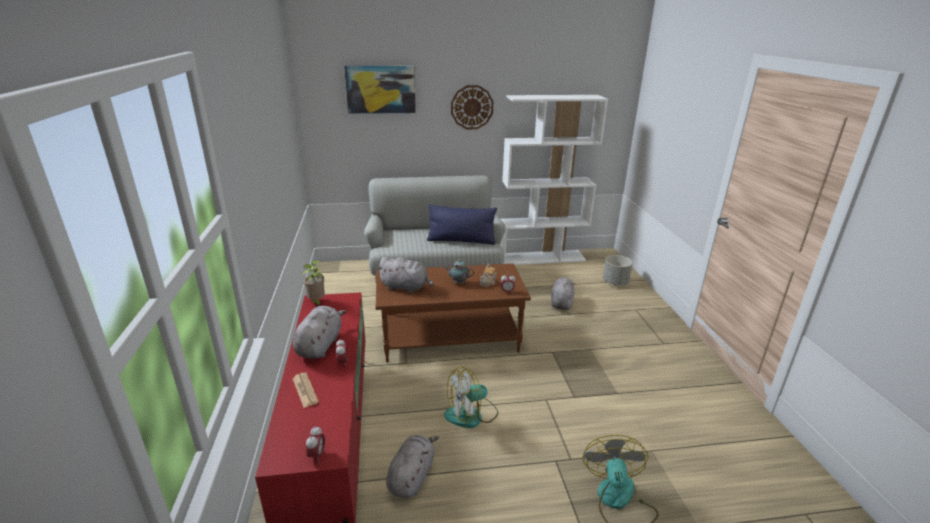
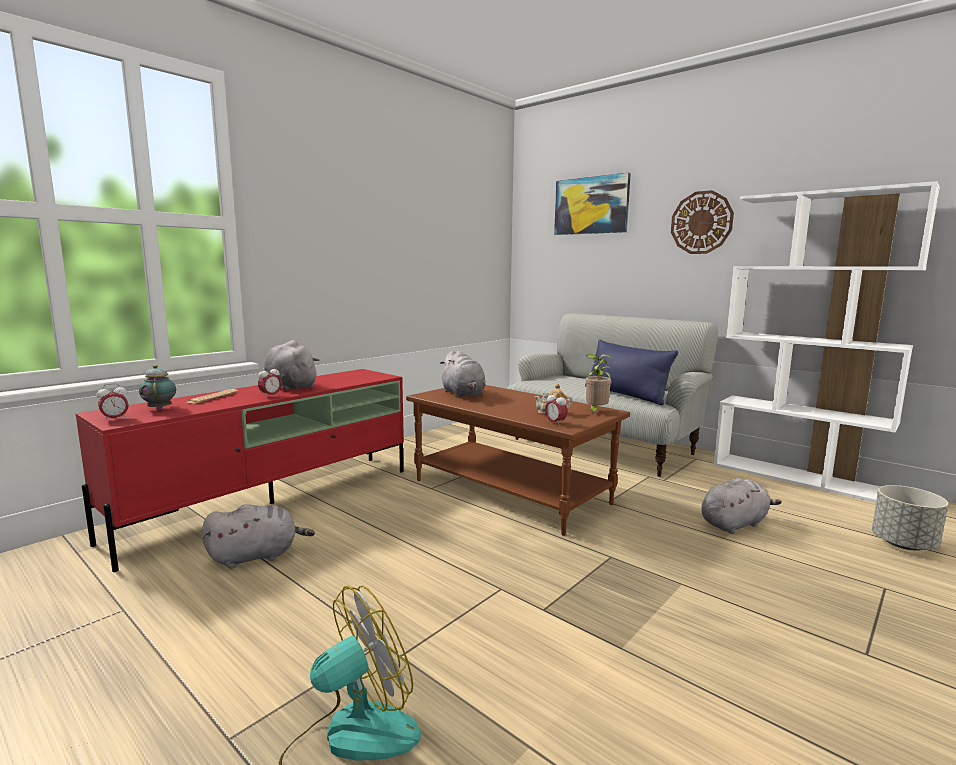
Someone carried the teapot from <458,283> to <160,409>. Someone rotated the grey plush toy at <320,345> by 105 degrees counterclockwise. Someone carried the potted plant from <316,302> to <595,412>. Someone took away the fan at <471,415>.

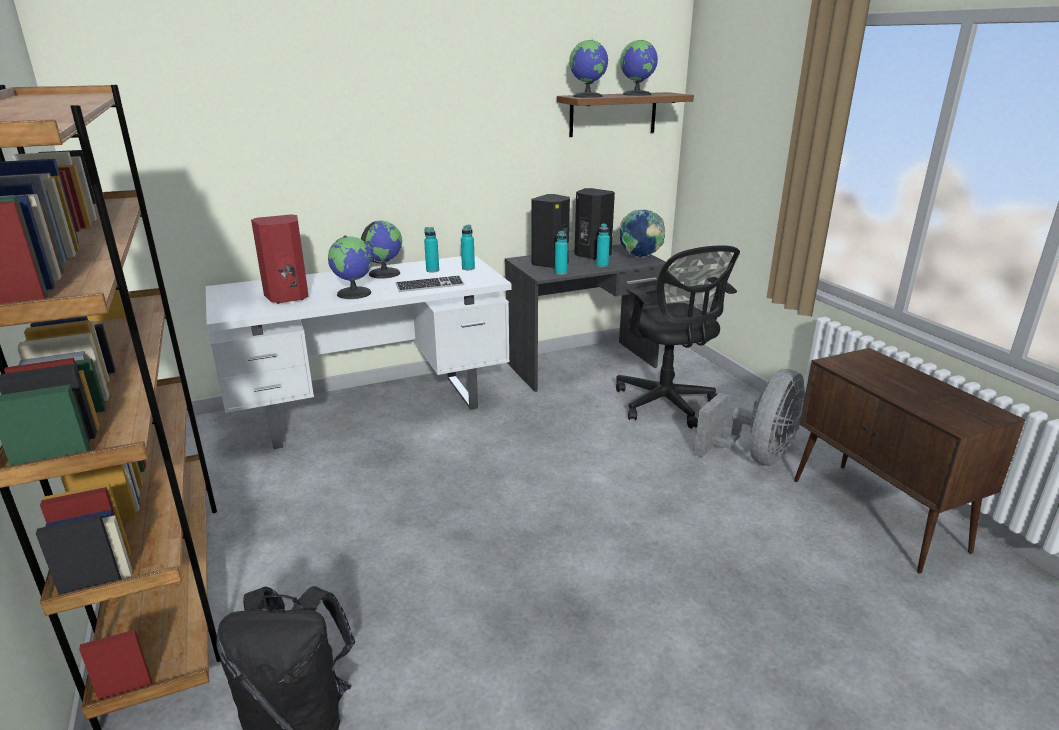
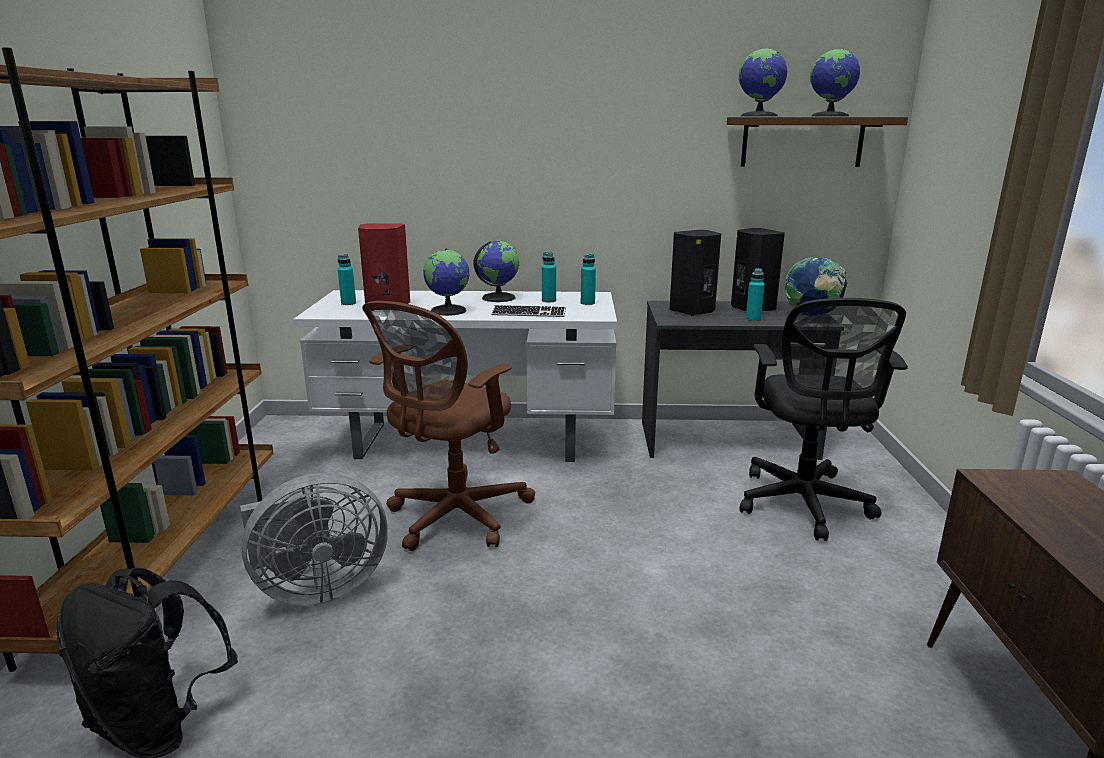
Someone carried the grey fan from <756,457> to <316,589>. Someone carried the turquoise bottle from <560,273> to <348,303>. Someone put down the brown office chair at <454,518>.

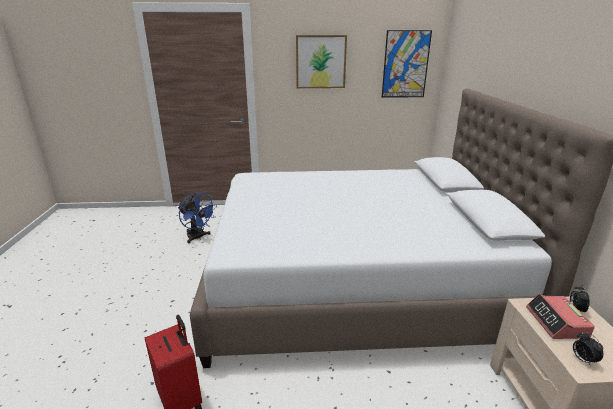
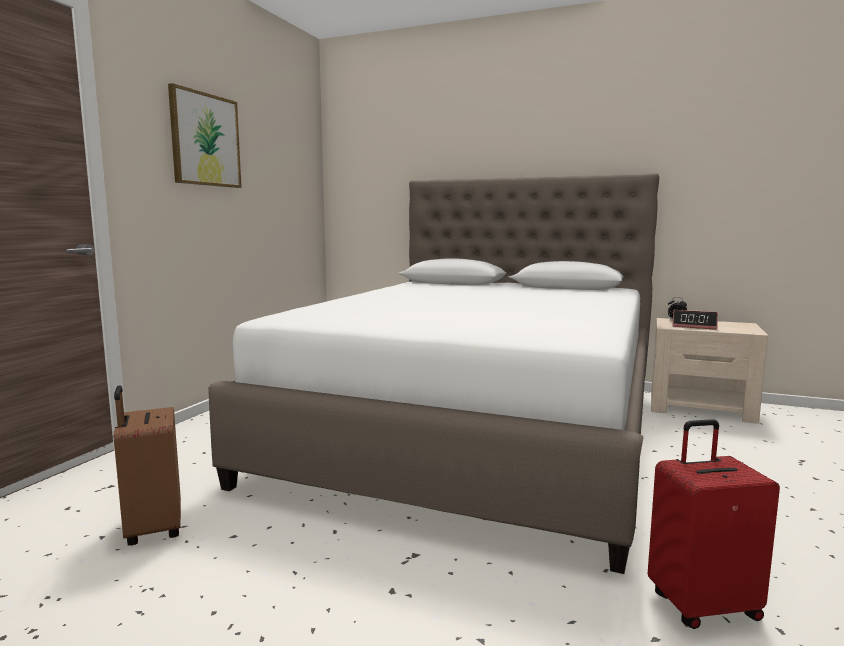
Someone swapped the blue fan at <198,237> for the brown suitcase at <152,529>. Someone took away the picture at <405,64>. Someone took away the alarm clock at <582,359>.

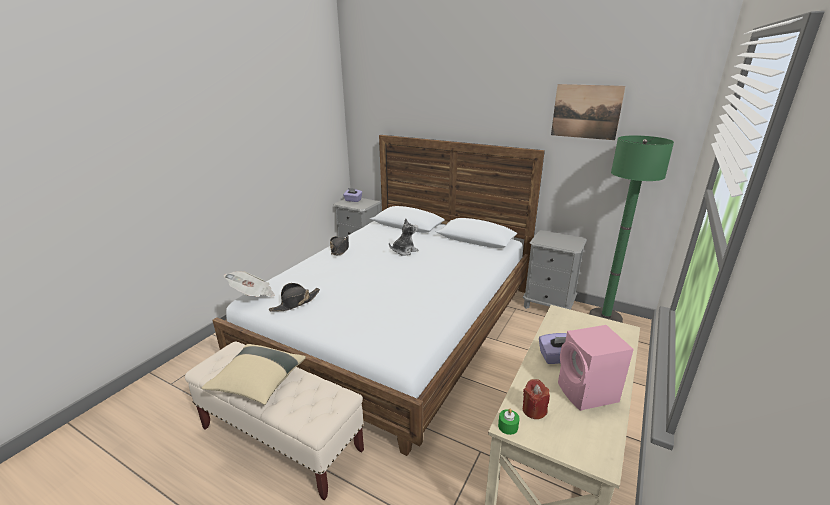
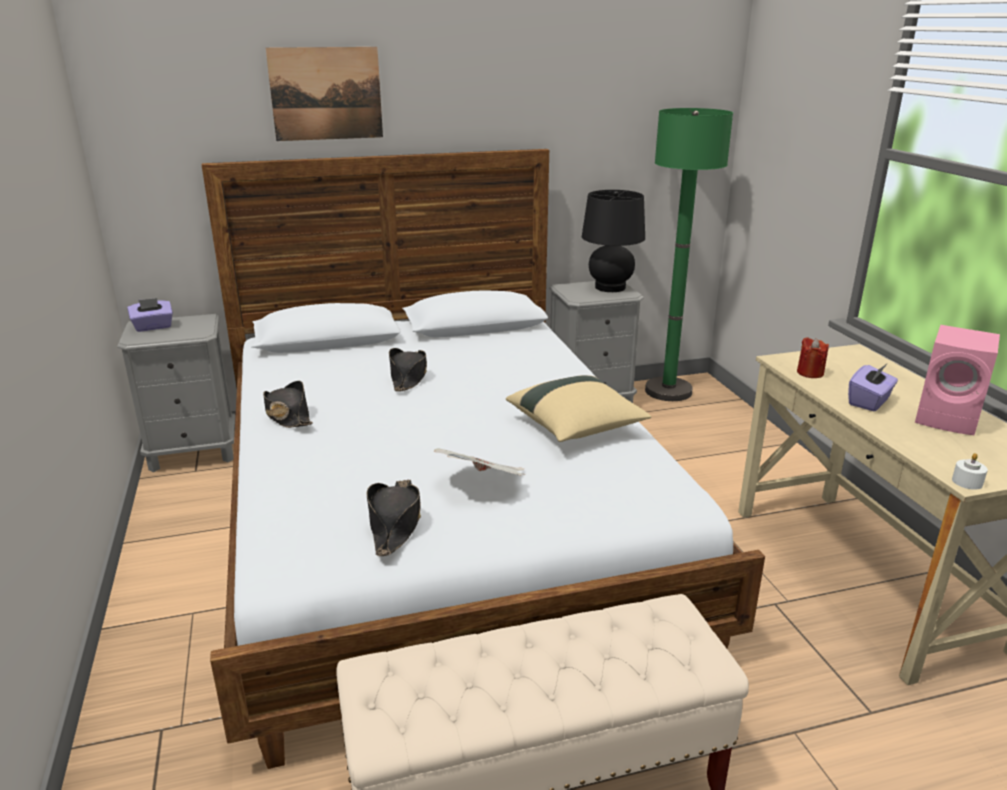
Someone carried the picture from <586,111> to <326,94>. Someone swapped the plush toy at <404,251> for the black hat at <408,377>. Someone carried the newspaper from <253,295> to <484,484>. Someone carried the beige pillow from <258,383> to <576,427>. Someone put down the black table lamp at <610,287>. Someone carried the red candle from <534,410> to <810,373>. Someone repainted the green candle at <508,426>, which became the white candle at <967,482>.

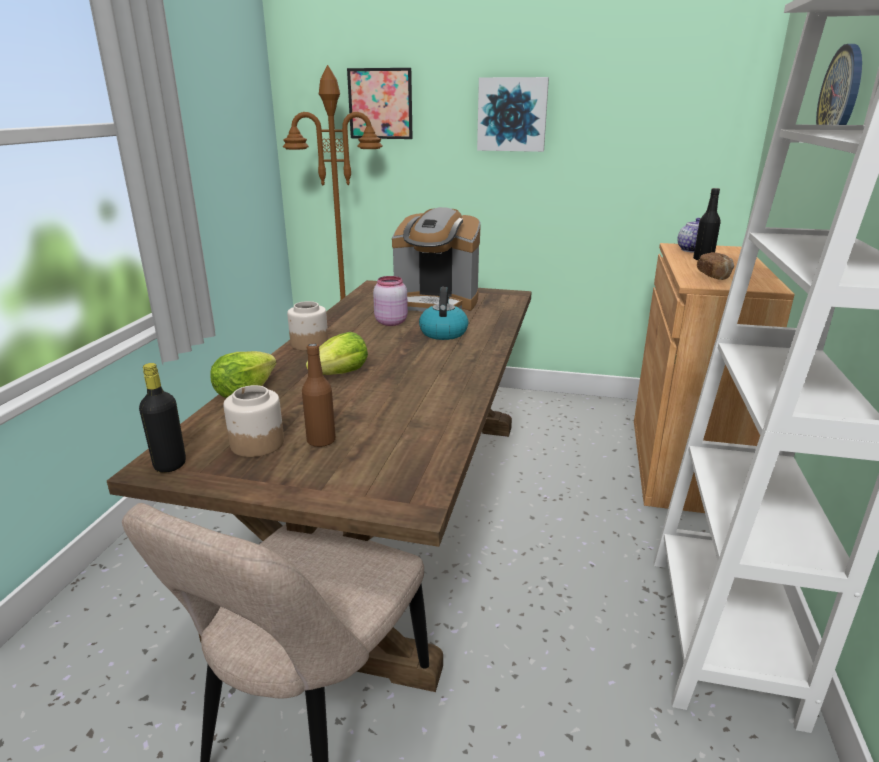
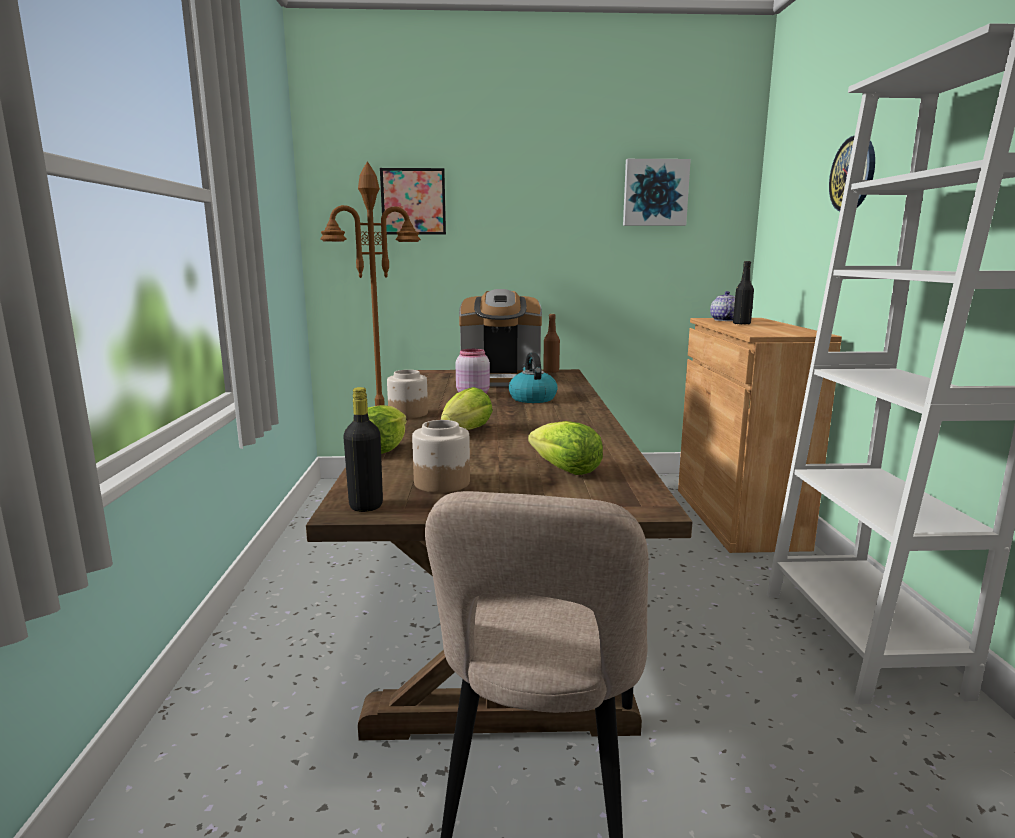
Someone put down the lettuce at <565,470>. Someone carried the brown bottle from <321,441> to <551,371>. Someone carried the picture from <512,114> to <655,193>. Someone took away the bread at <714,276>.

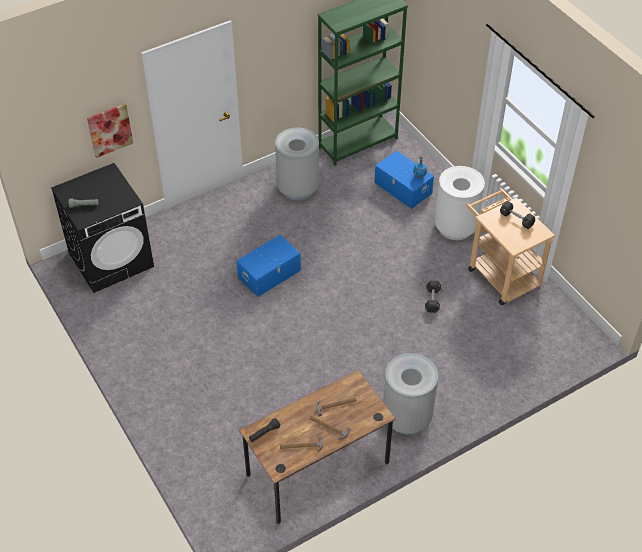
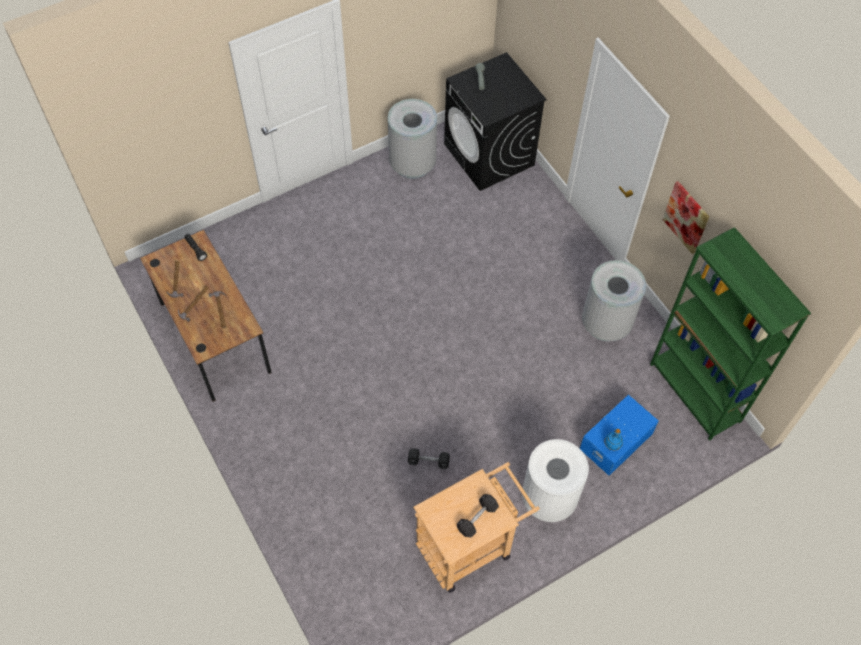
Someone carried the grey trash can from <407,417> to <412,164>. Someone carried the picture from <110,130> to <686,217>. Someone took away the blue storage box at <270,274>.

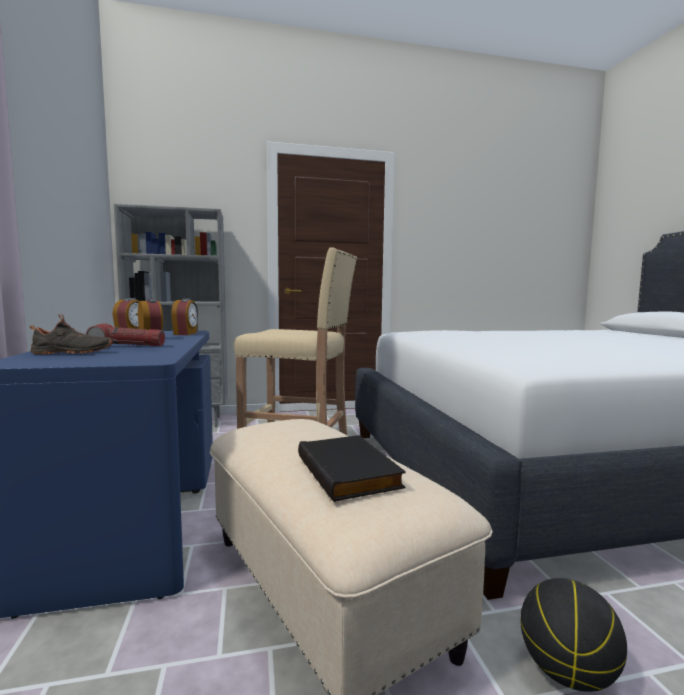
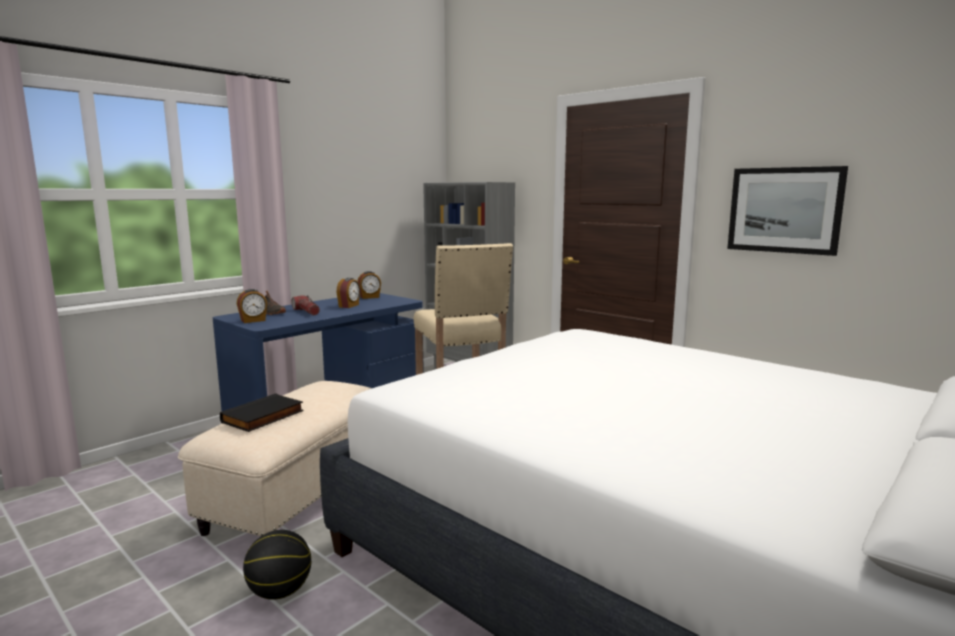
Someone carried the alarm clock from <186,334> to <253,321>. Someone put up the picture at <784,210>.

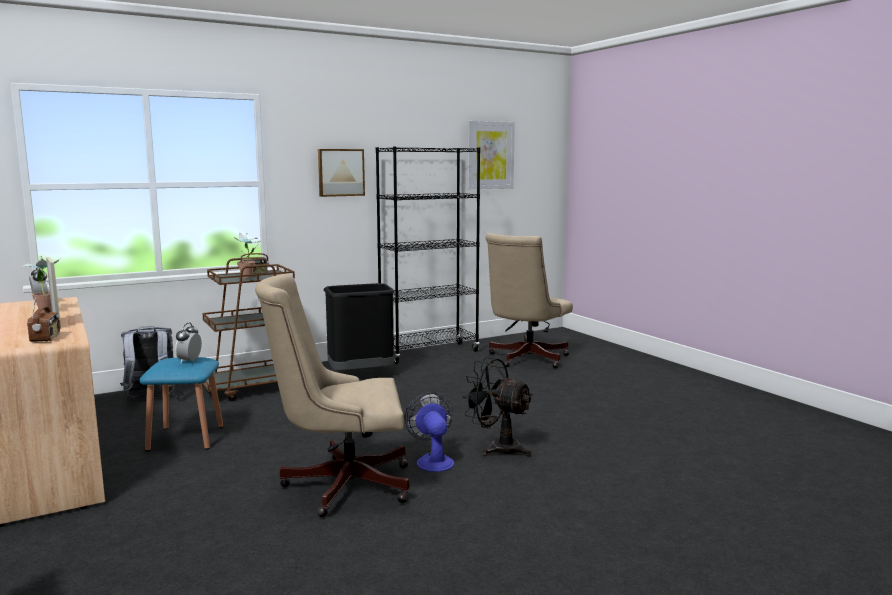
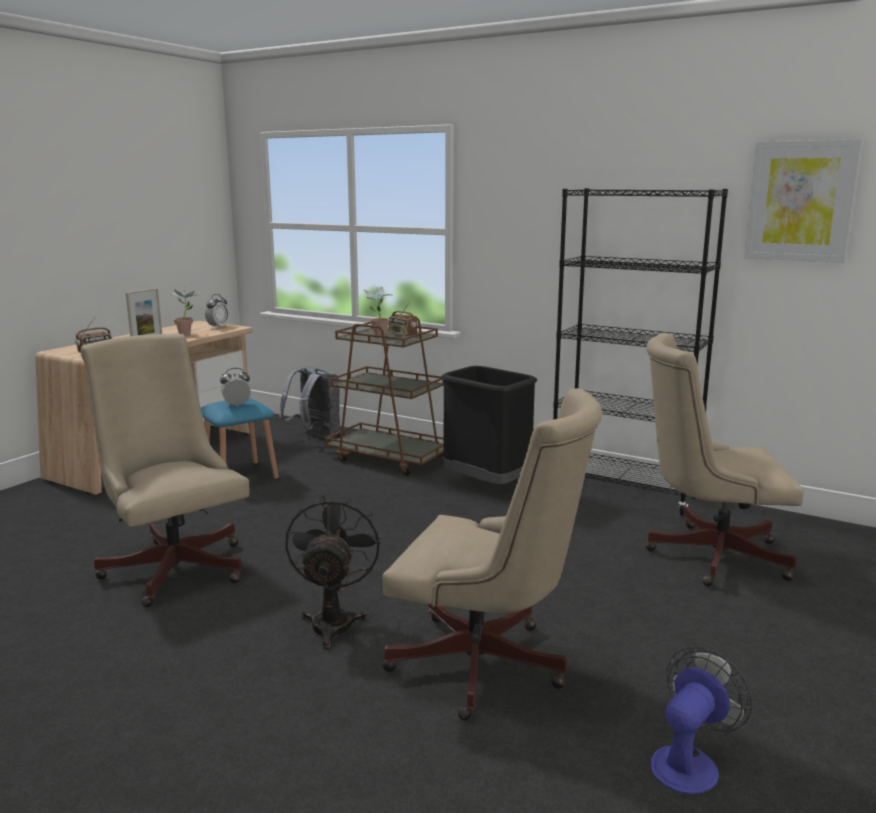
Someone put down the beige office chair at <487,667>. Someone carried the fan from <433,460> to <689,762>. Someone took away the picture at <340,172>.

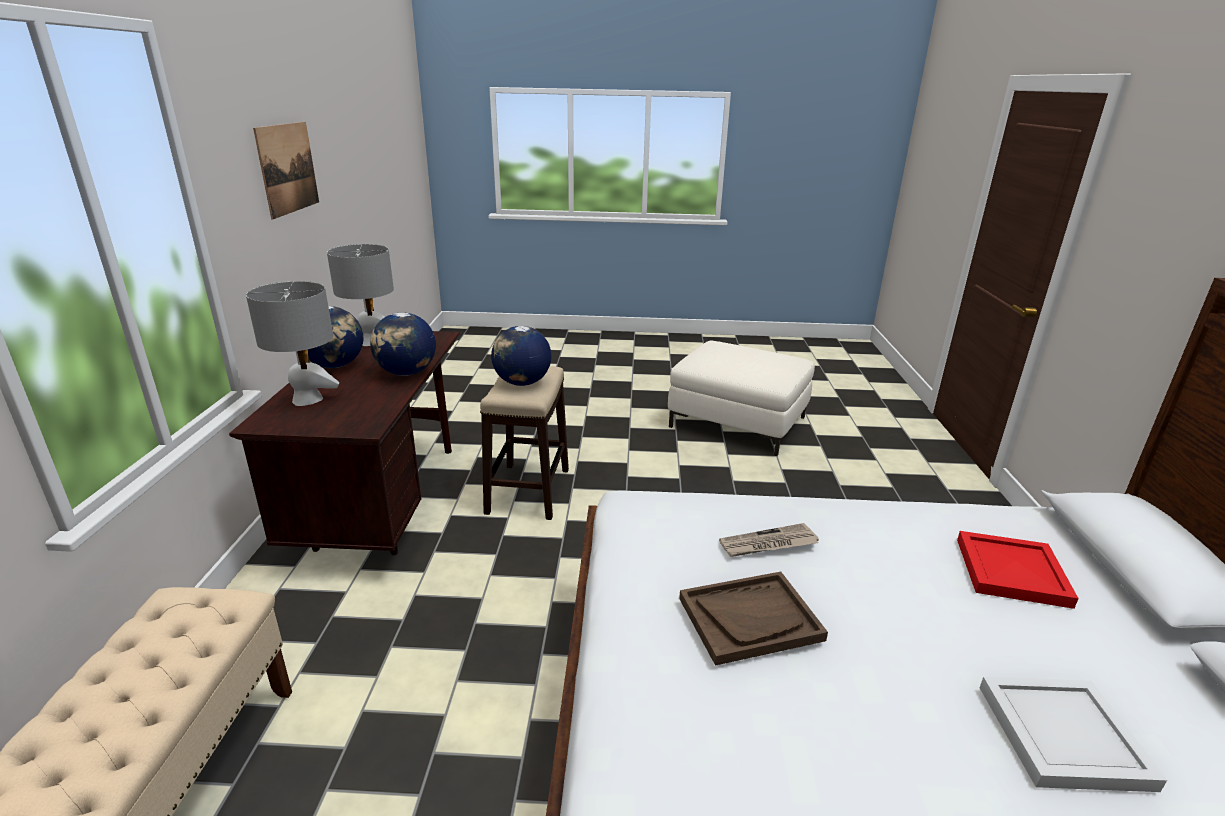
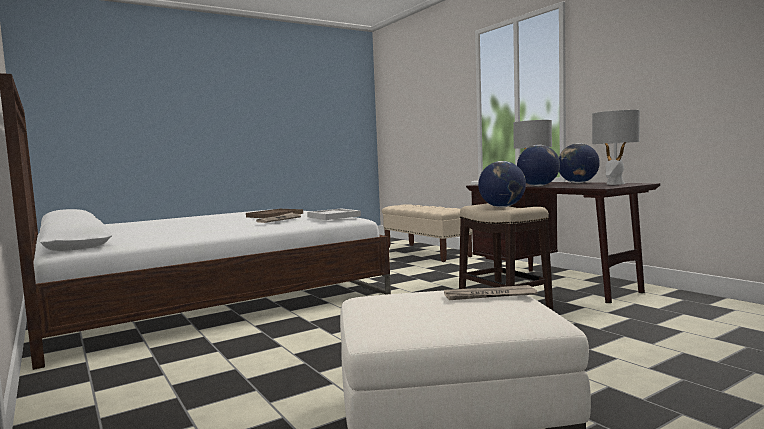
Someone carried the white tray from <1063,734> to <333,216>. Someone put down the newspaper at <489,296>. Someone took away the picture at <288,168>. Someone took away the red tray at <1012,571>.

